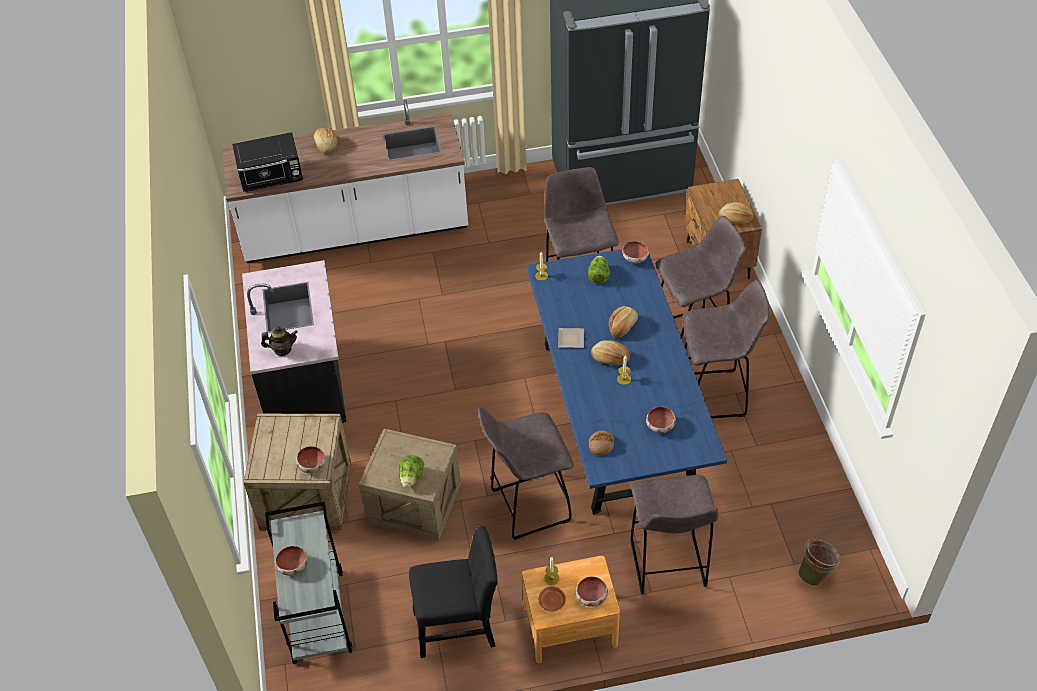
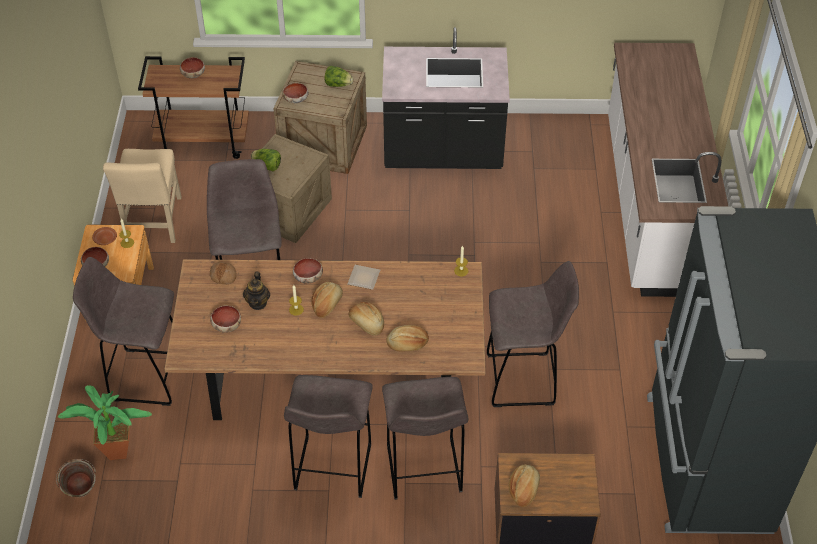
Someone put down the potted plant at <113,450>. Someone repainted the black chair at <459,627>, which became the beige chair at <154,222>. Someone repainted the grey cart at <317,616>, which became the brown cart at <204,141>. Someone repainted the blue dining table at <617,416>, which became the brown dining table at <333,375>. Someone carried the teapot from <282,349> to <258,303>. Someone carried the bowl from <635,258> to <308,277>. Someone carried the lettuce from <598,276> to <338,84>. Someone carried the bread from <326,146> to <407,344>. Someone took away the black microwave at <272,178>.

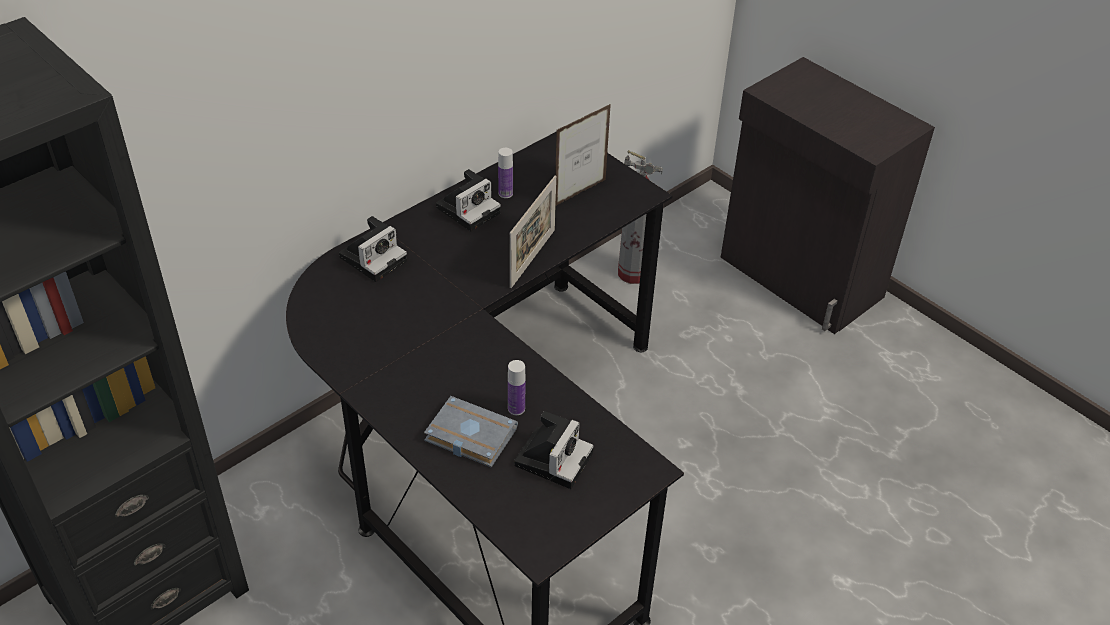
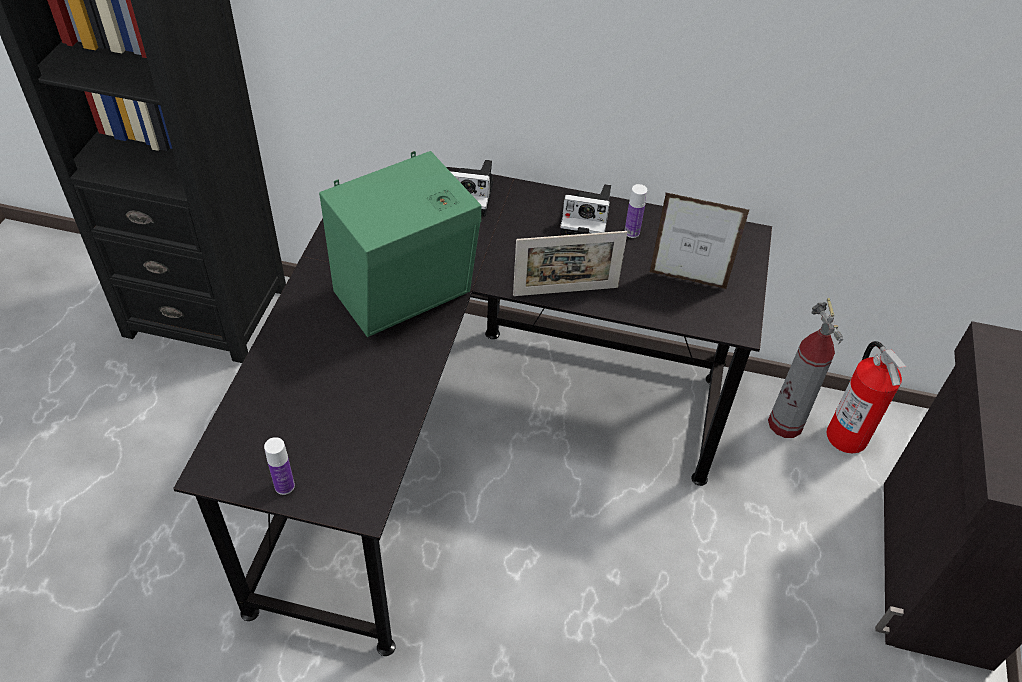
Someone carried the bottle from <516,408> to <284,486>. Someone put down the green speaker at <407,295>. Someone put down the fire extinguisher at <847,436>. Someone took away the grey book at <468,436>. Someone took away the photo camera at <554,457>.

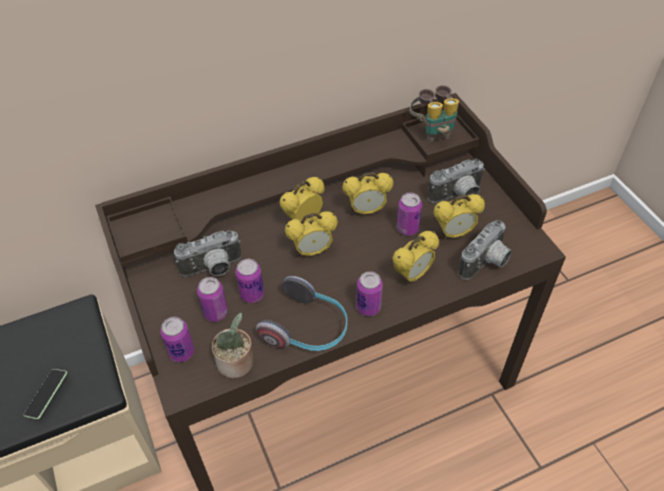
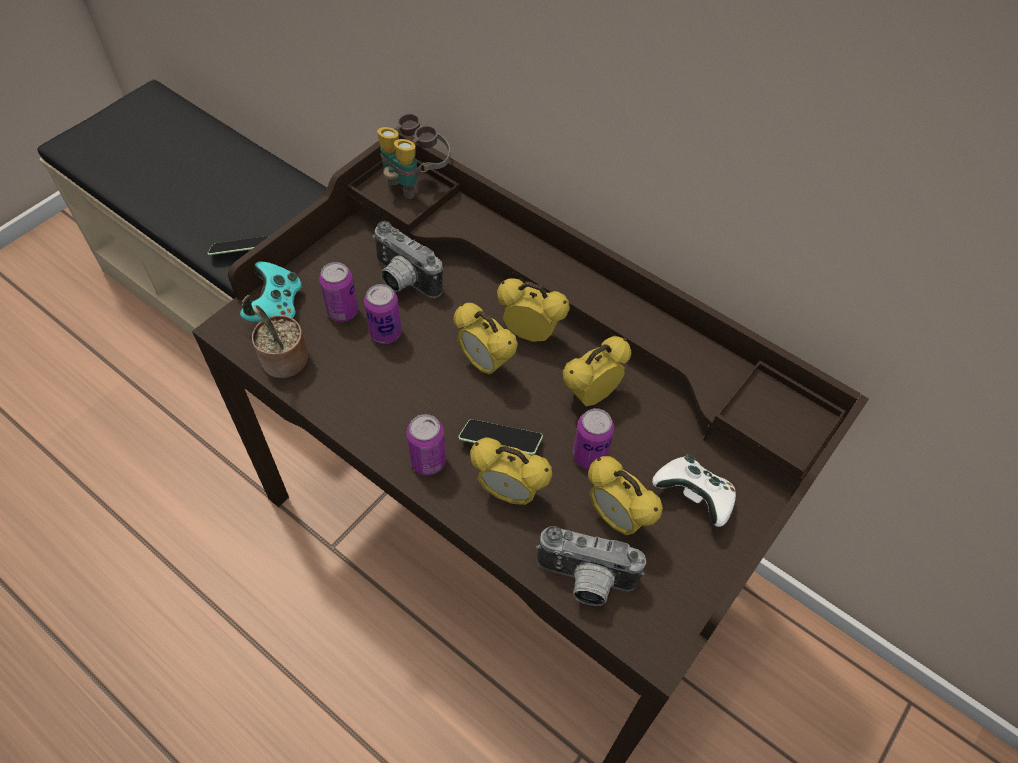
Someone swapped the can at <182,352> for the turquoise game controller at <276,306>. Someone carried the binoculars from <433,131> to <414,181>. Someone put down the phone at <500,442>. Someone rotated the alarm clock at <366,211> by 90 degrees clockwise. Someone swapped the photo camera at <457,196> for the white game controller at <694,497>. Someone took away the headphones at <307,328>.

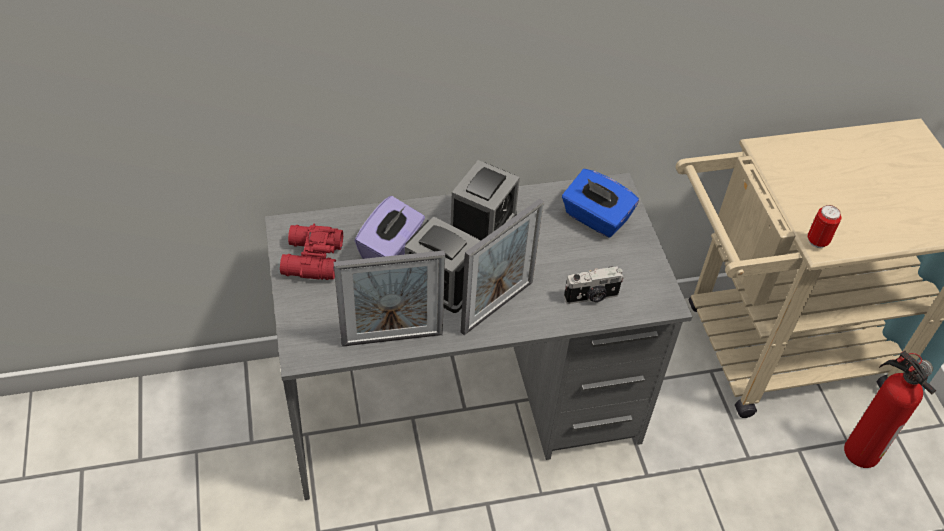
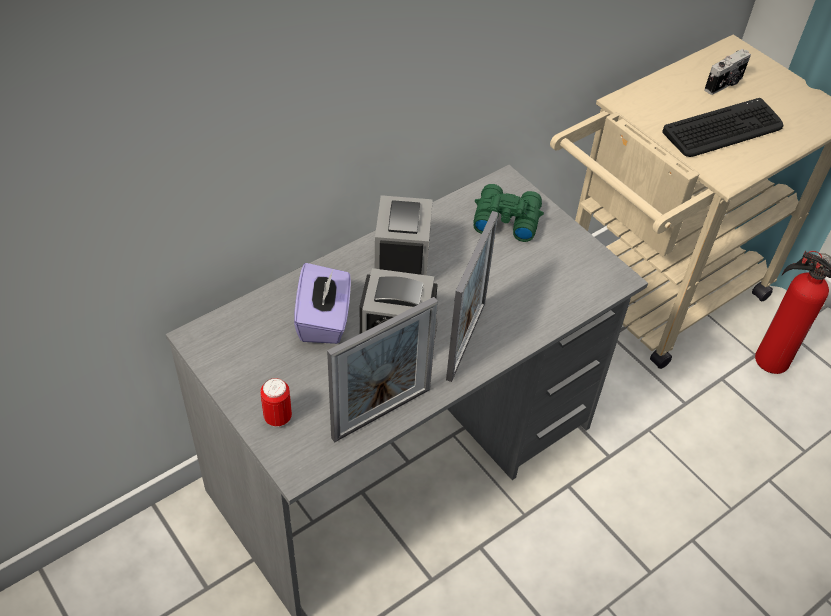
Someone carried the can from <817,241> to <278,418>. Someone swapped the blue tissue box at <595,218> for the green binoculars at <505,219>. Someone put down the keyboard at <723,129>. Someone carried the photo camera from <591,297> to <724,84>. Someone took away the red binoculars at <311,260>.

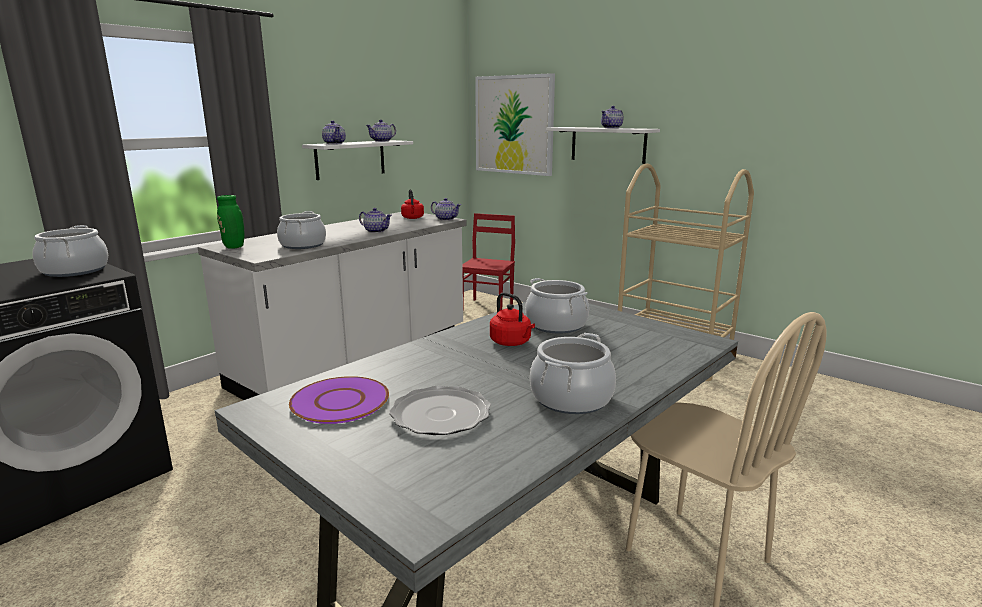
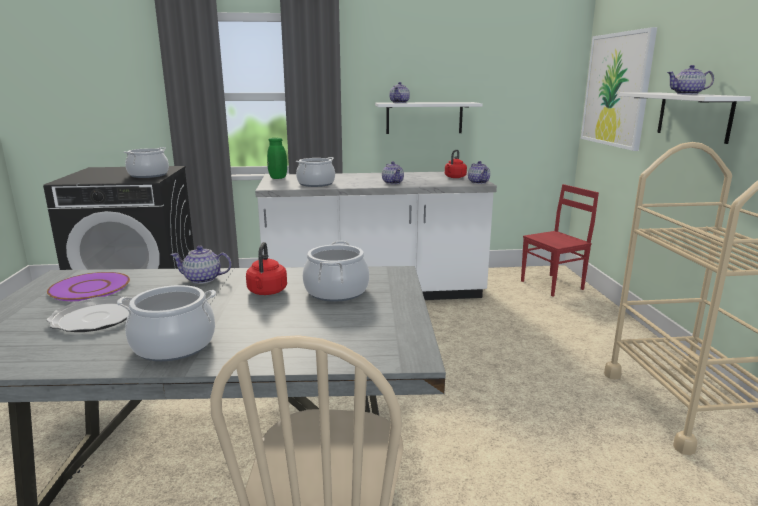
Someone carried the teapot from <382,141> to <203,279>.

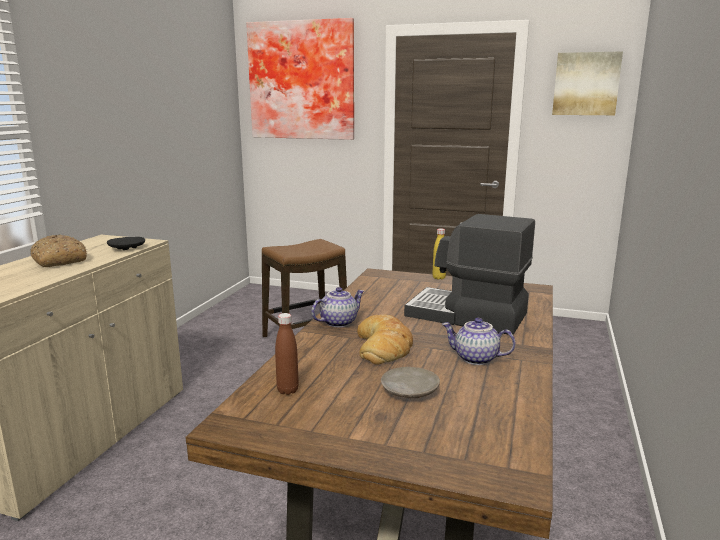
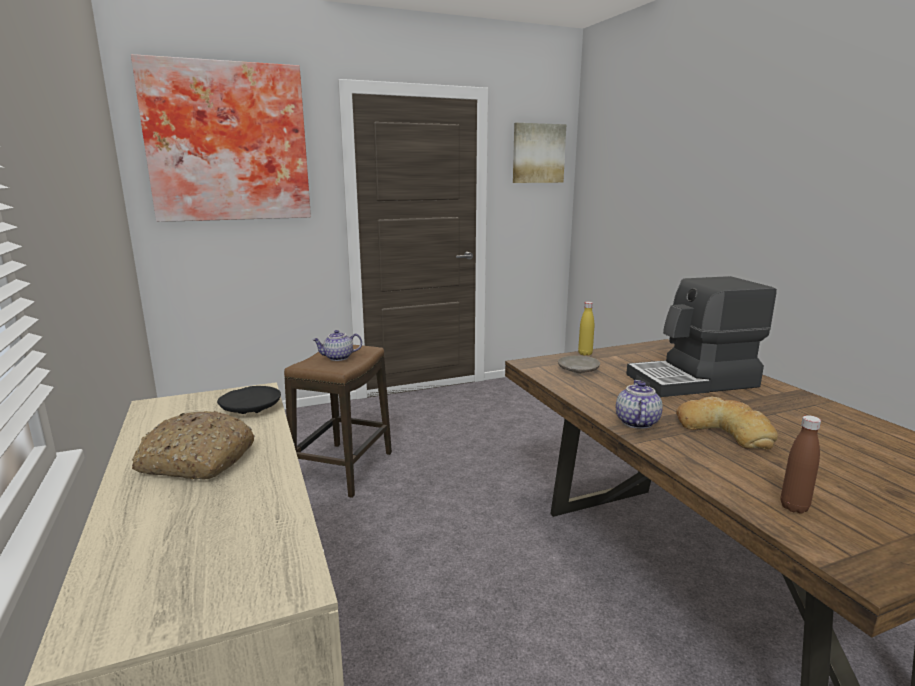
Someone carried the teapot from <475,359> to <338,358>. Someone carried the beige plate from <409,391> to <578,370>.

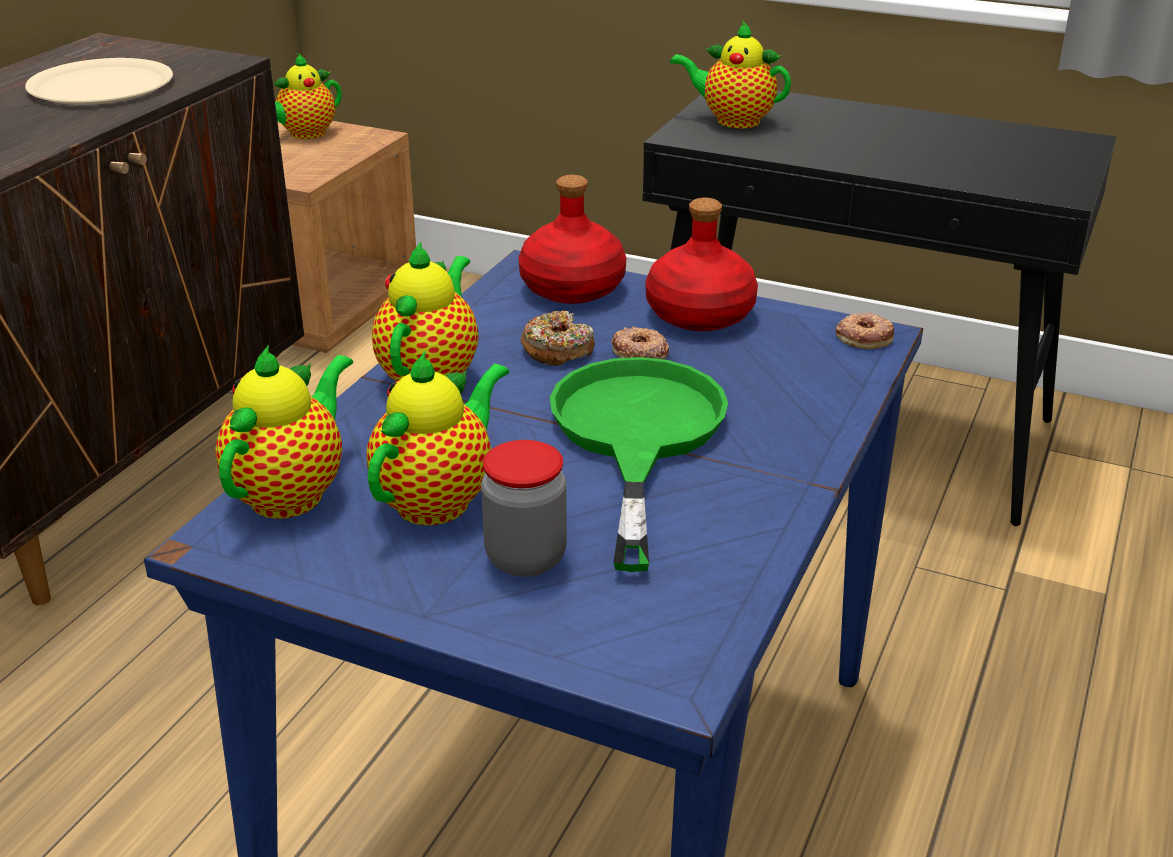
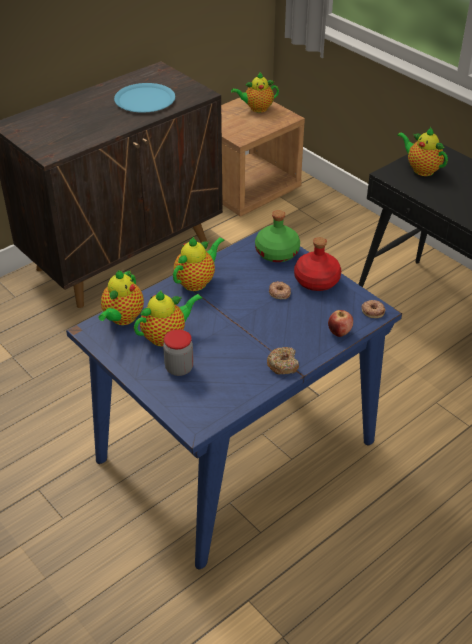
Someone rotated the teapot at <292,492> by 150 degrees clockwise. Someone repainted the beige plate at <101,85>, which became the blue plate at <145,99>. Someone repainted the red bottle at <573,287>, which became the green bottle at <277,252>. Someone carried the donut from <557,350> to <283,365>. Someone put down the apple at <339,332>. Someone took away the green frying pan at <636,436>.

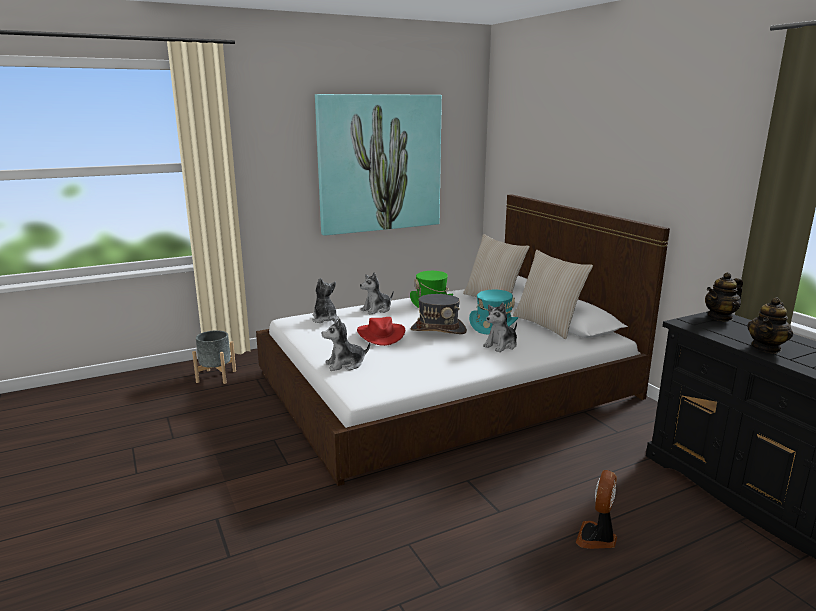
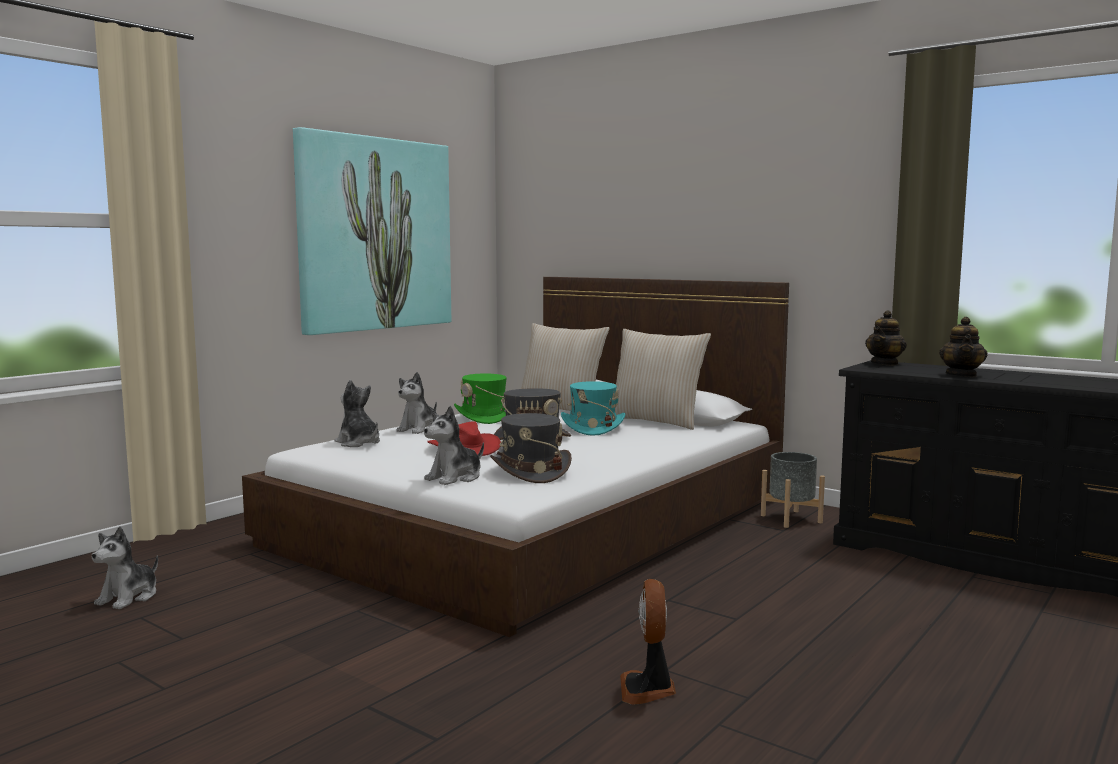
Someone carried the plush toy from <501,345> to <129,597>. Someone put down the grey hat at <530,472>. Someone carried the fan from <597,538> to <648,689>. Someone carried the grey planter from <216,376> to <790,519>.

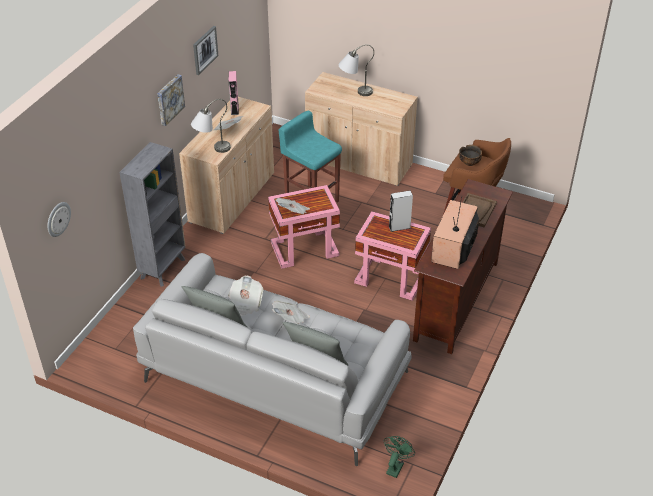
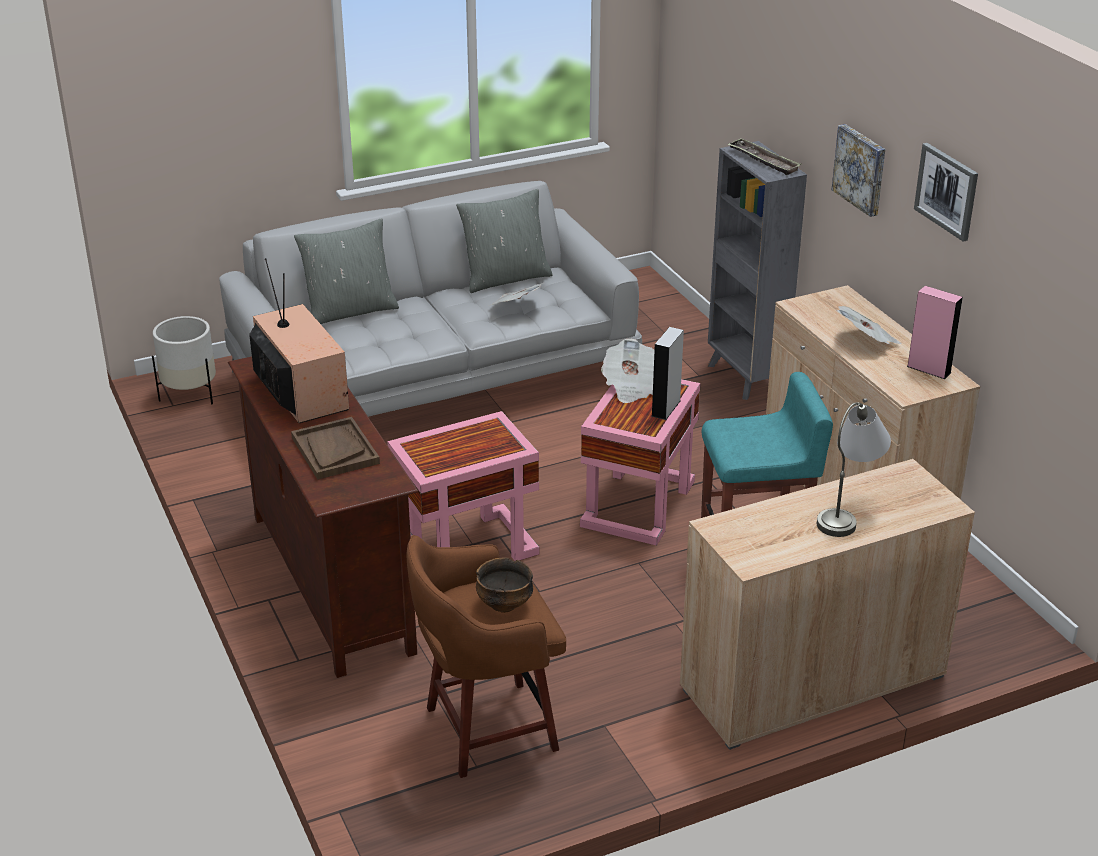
Someone swapped the green fan at <396,466> for the white planter at <190,394>. Someone carried the grey speaker from <399,227> to <666,408>. Someone put down the tray at <763,160>. Someone took away the wall clock at <58,219>. Someone took away the grey table lamp at <211,150>. Someone took away the newspaper at <291,319>.

